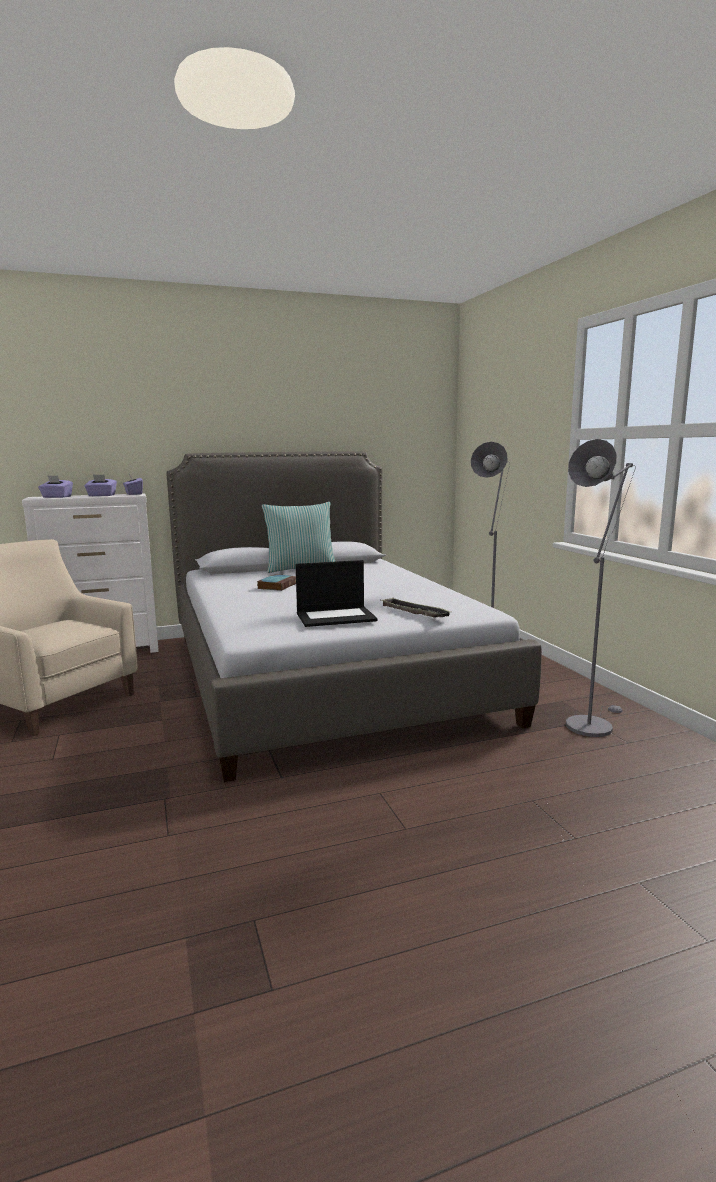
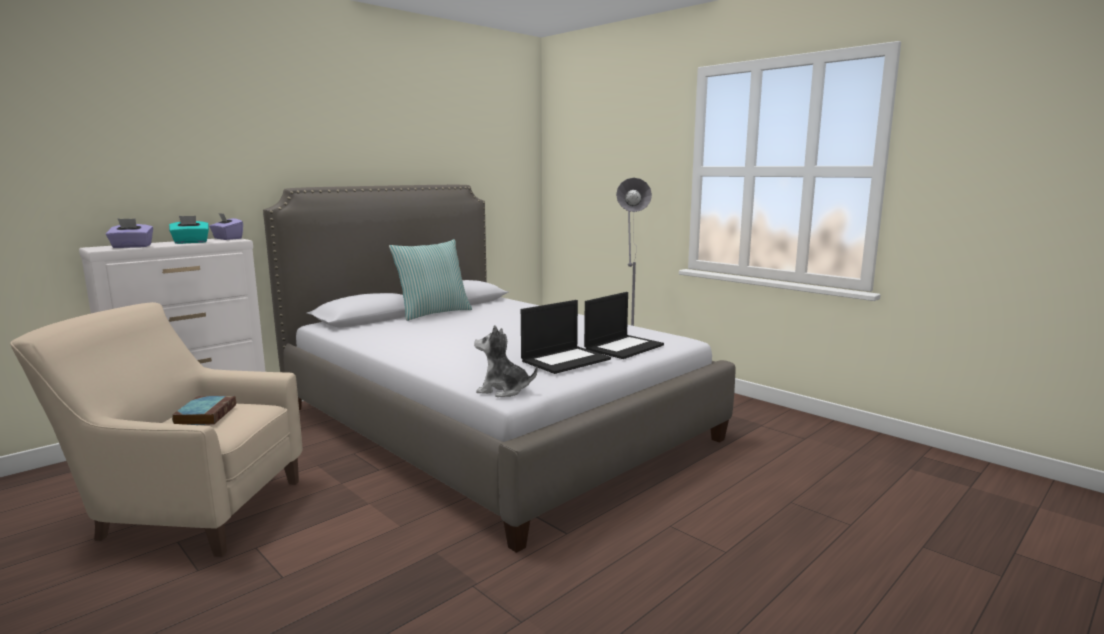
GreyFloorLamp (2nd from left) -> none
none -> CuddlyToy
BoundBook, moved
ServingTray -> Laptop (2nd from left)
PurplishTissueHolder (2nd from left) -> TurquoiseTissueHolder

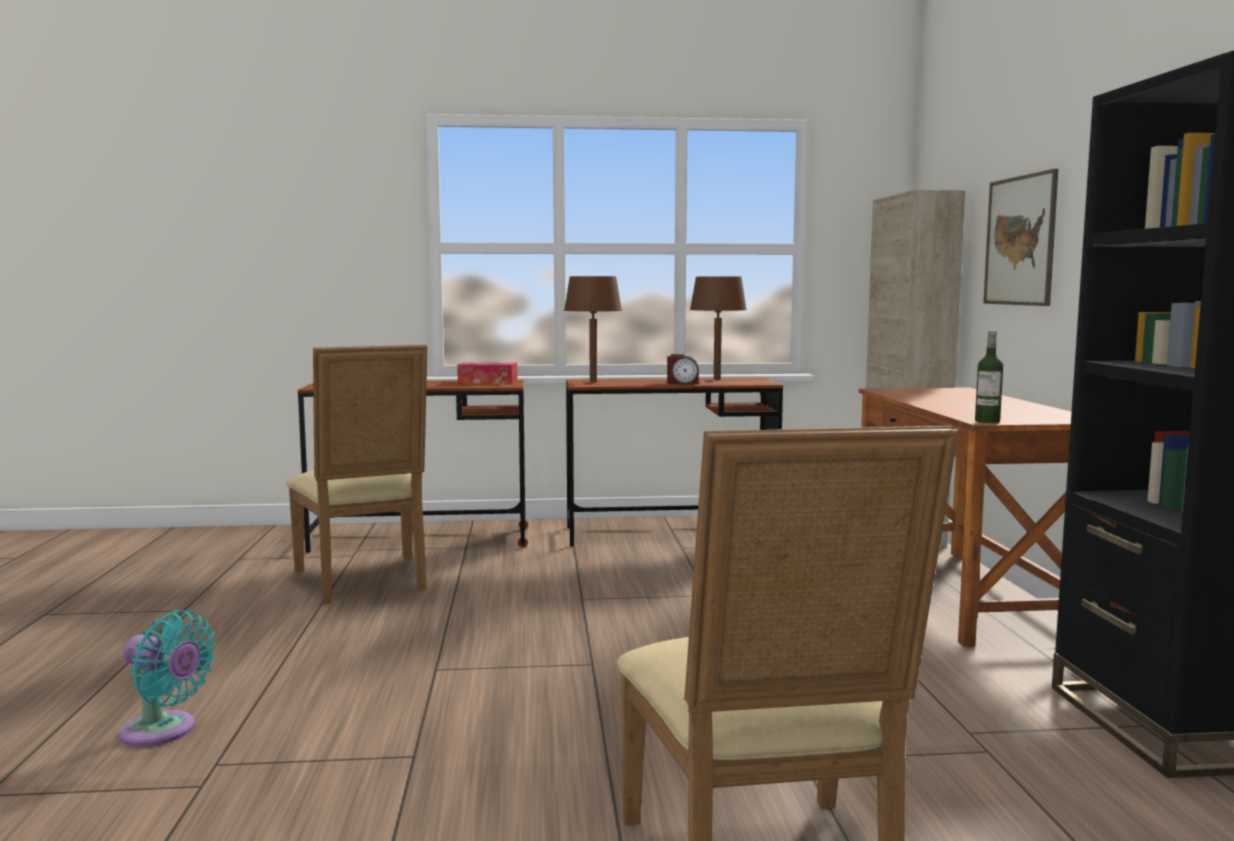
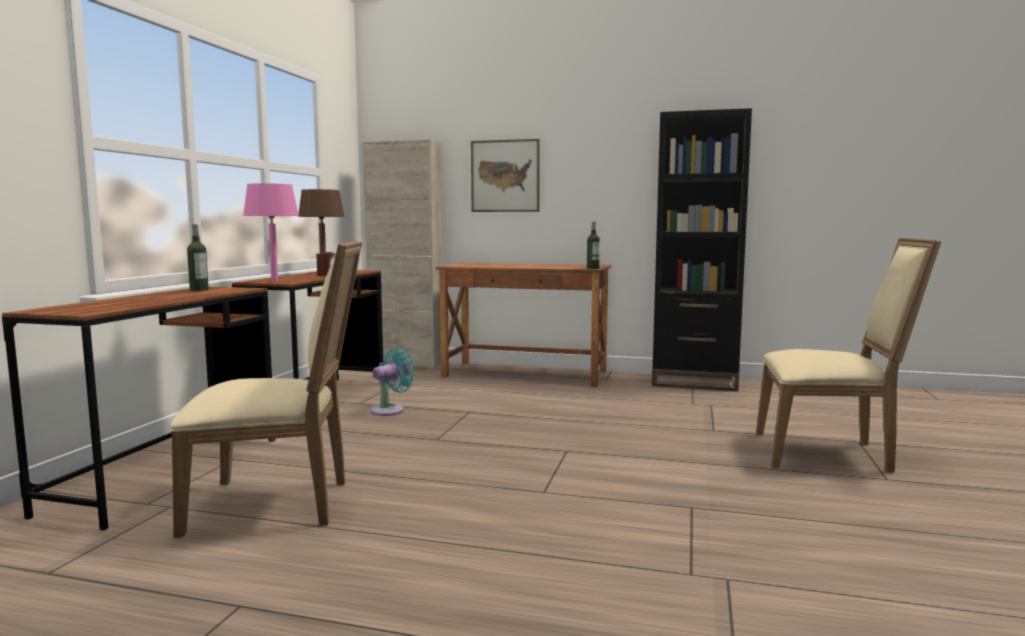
TurquoiseFan, moved
TissueHolder -> DrinkBottle (1st from left)
BrownishLampForATable (1st from left) -> PinkLampForATable

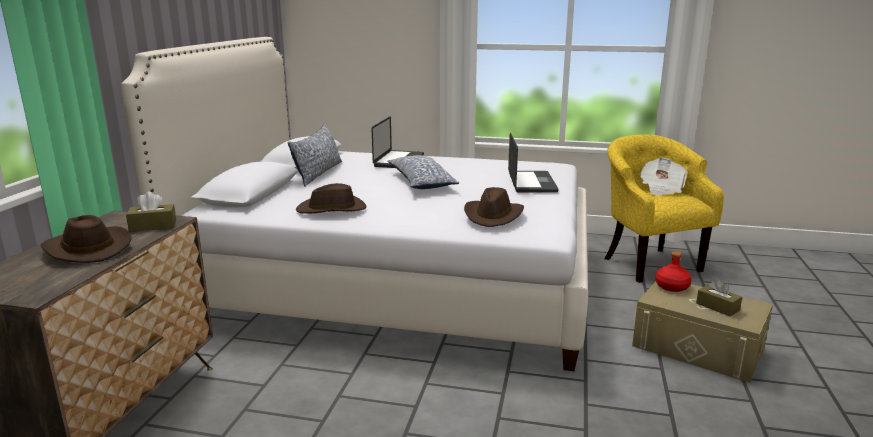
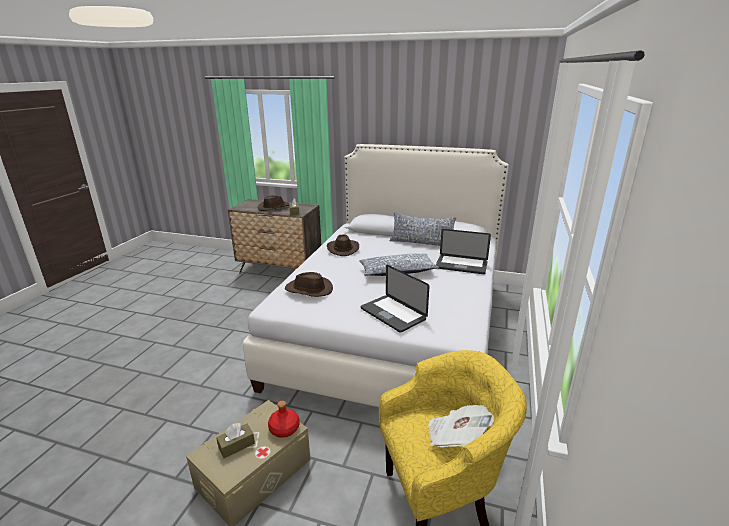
Laptop (2nd from left in the first image) -> Laptop (1st from left), 45 degrees clockwise

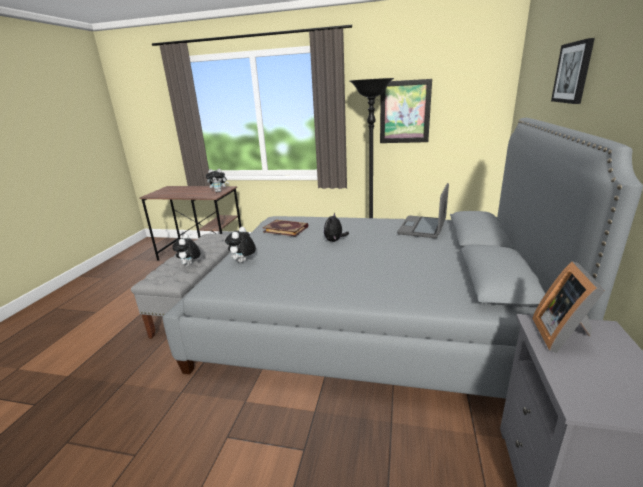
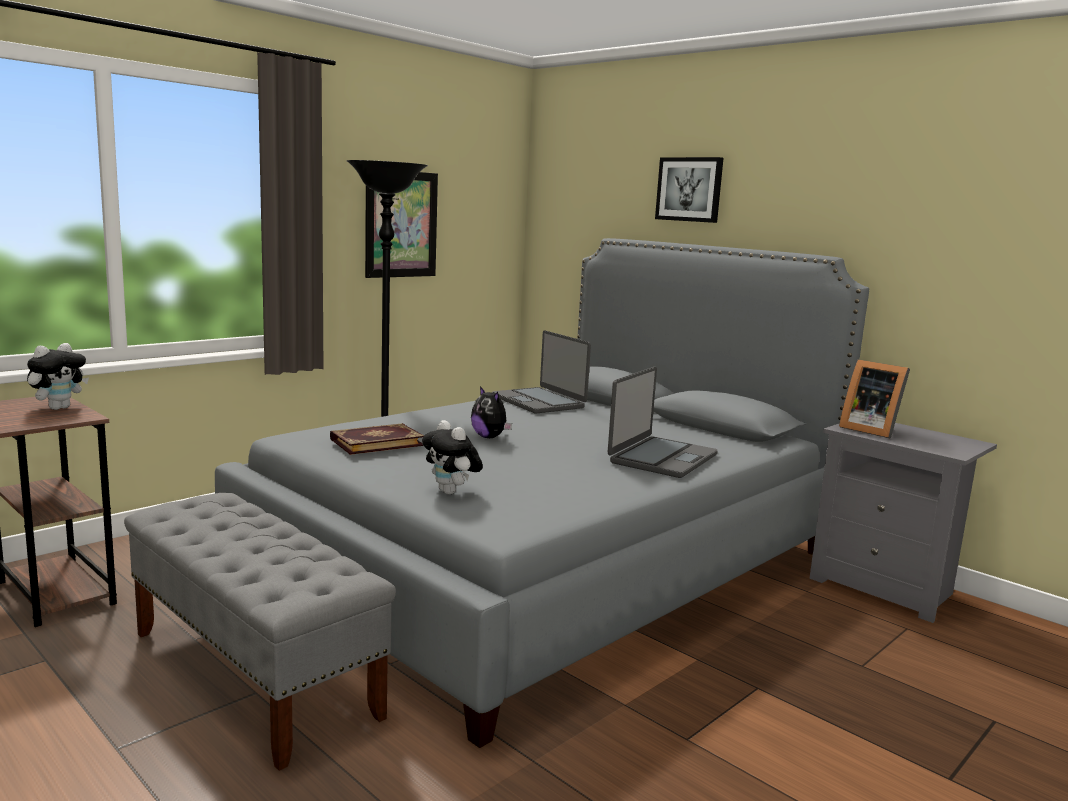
CuddlyToy (1st from left) -> none
none -> Laptop (2nd from left)

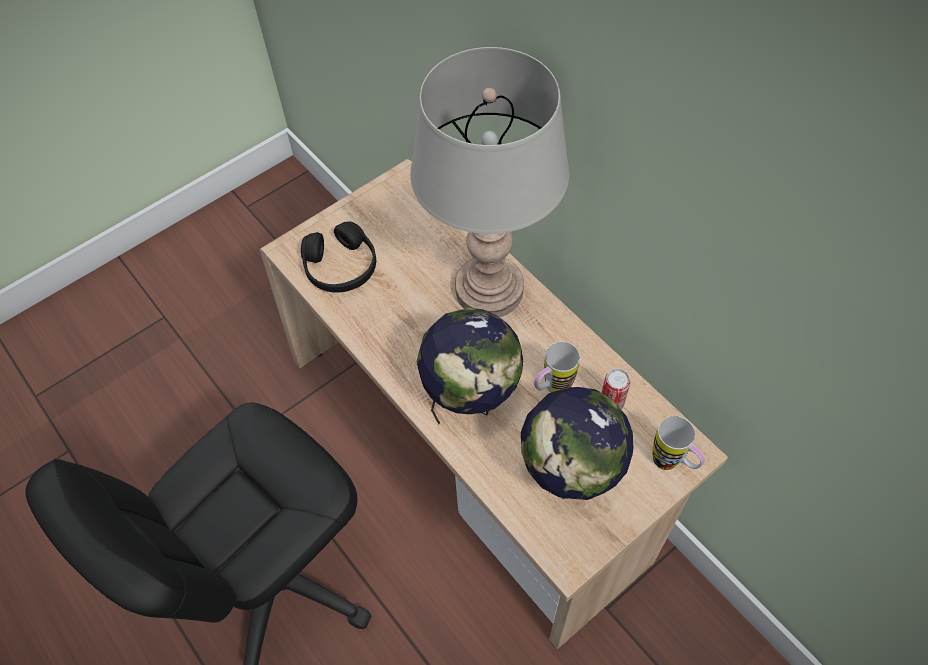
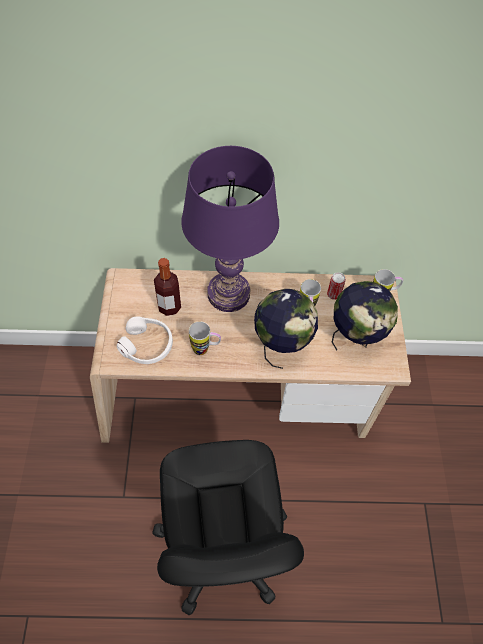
none -> DrinkBottle
none -> TeaMug (1st from left)
BlackishHeadphones -> WhitishHeadphones
GreyLampForATable -> PurplishLampForATable

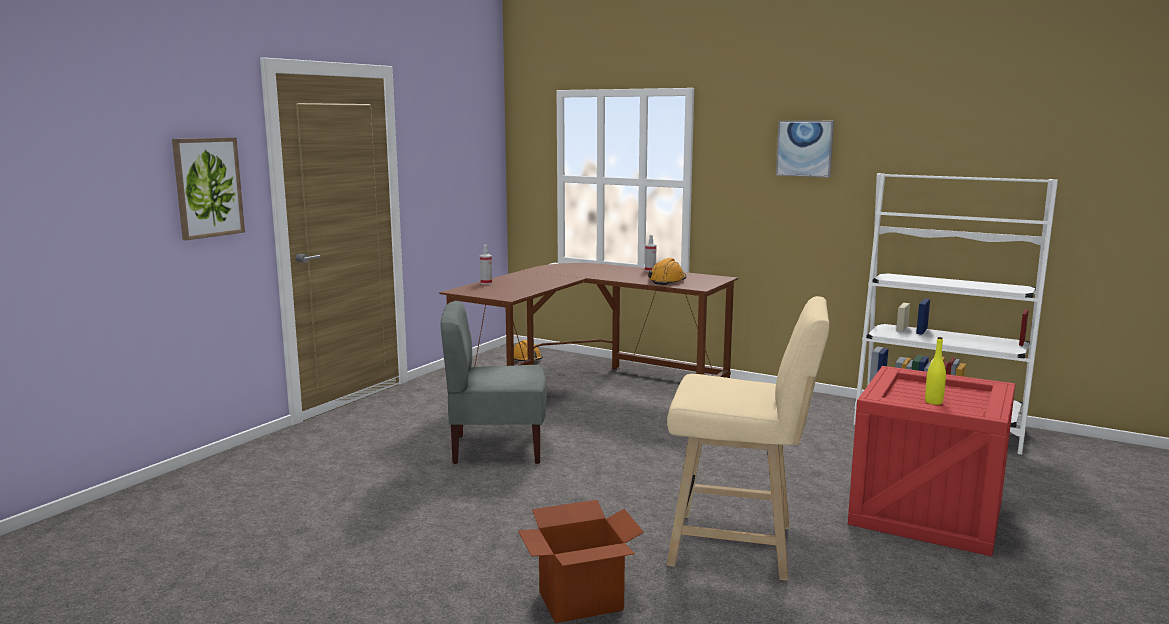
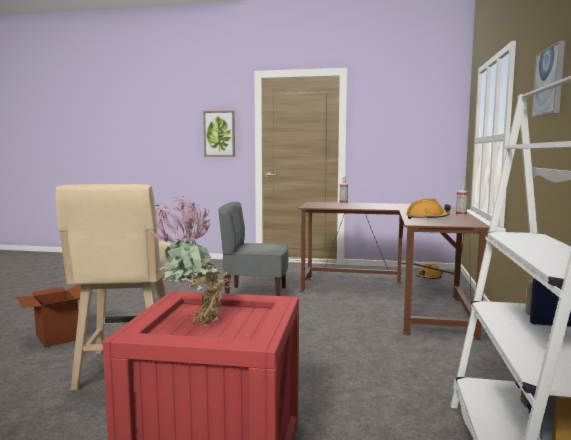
YellowishDrinkBottle -> PlantInAPot
GreyPlainChair, 60 degrees counterclockwise

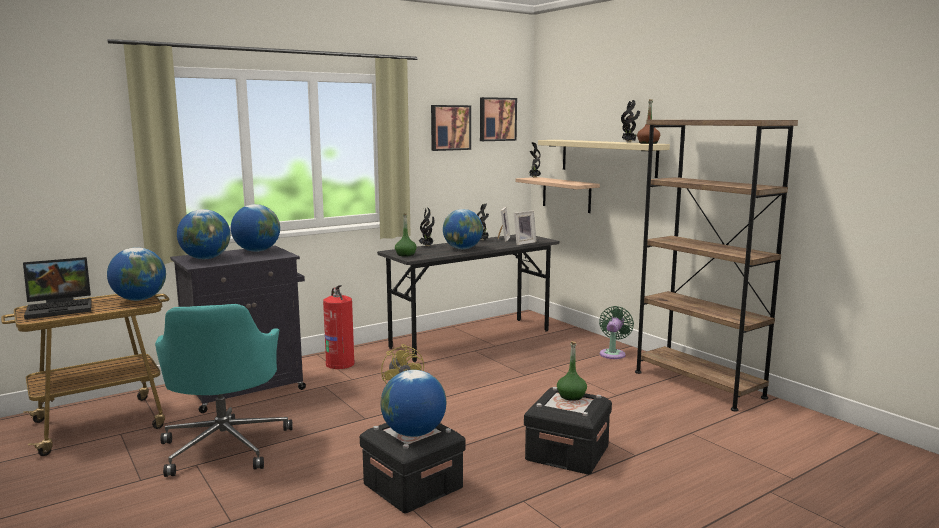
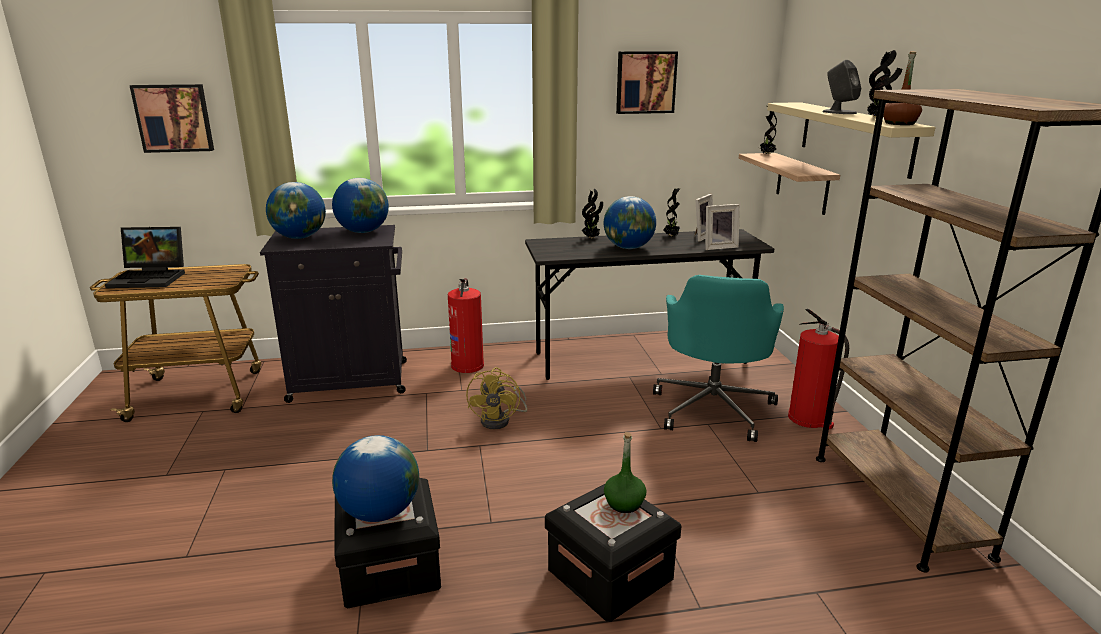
DeskGlobe (1st from left) -> none
GreenColouredDrinkBottle (1st from left) -> none
none -> GreyLoudspeaker
TurquoiseDeskChair, moved
Picture (2nd from left in the first image) -> Picture (1st from left), moved
GreenColouredFan -> Extinguisher (2nd from left)

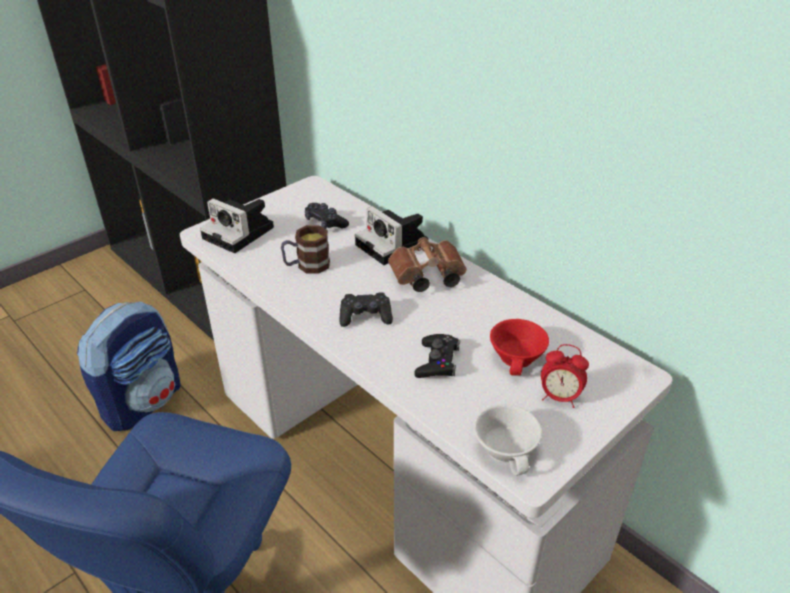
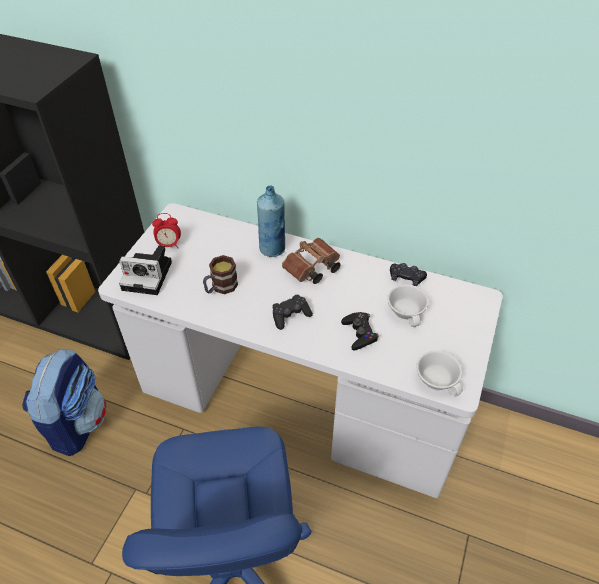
BlackishJoypad (1st from left in the first image) -> BlackishJoypad (3rd from left), moved
BedsideClock, moved
PhotoCamera (2nd from left) -> BlueColouredDrinkBottle
RedCup -> WhitishCup (1st from left)

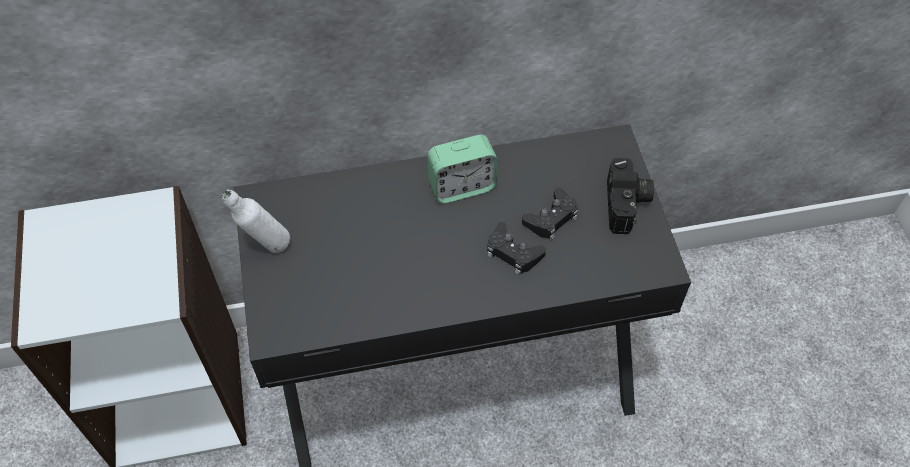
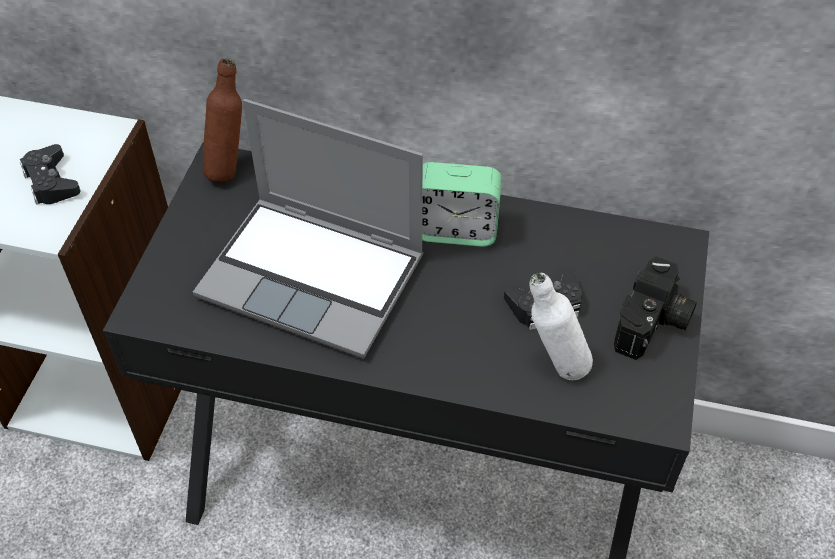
none -> Laptop
none -> BrownishDrinkBottle
WhitishDrinkBottle, moved
BlackishJoypad (1st from left), moved

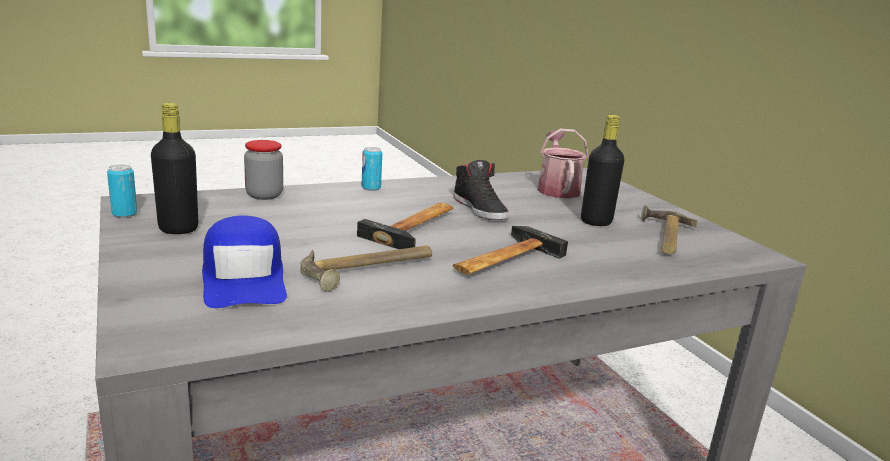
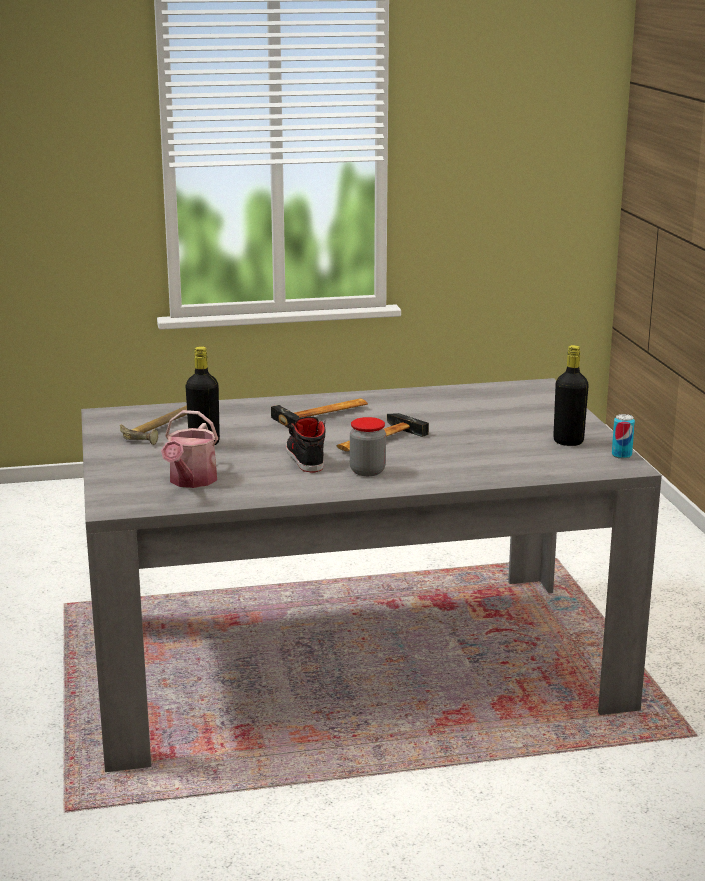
BlueColouredCap -> none
Hammer (1st from left) -> none
SealedCan (2nd from left) -> none
StorageJar, moved

